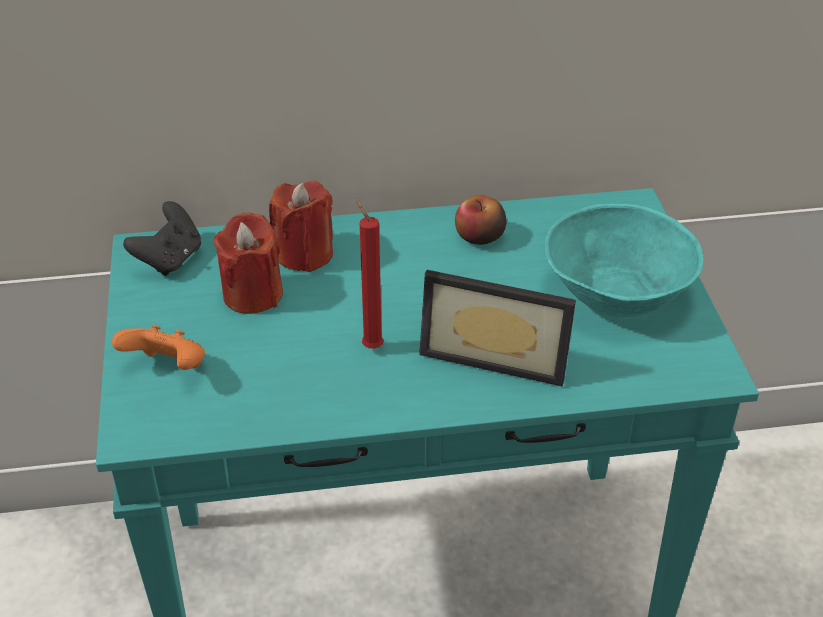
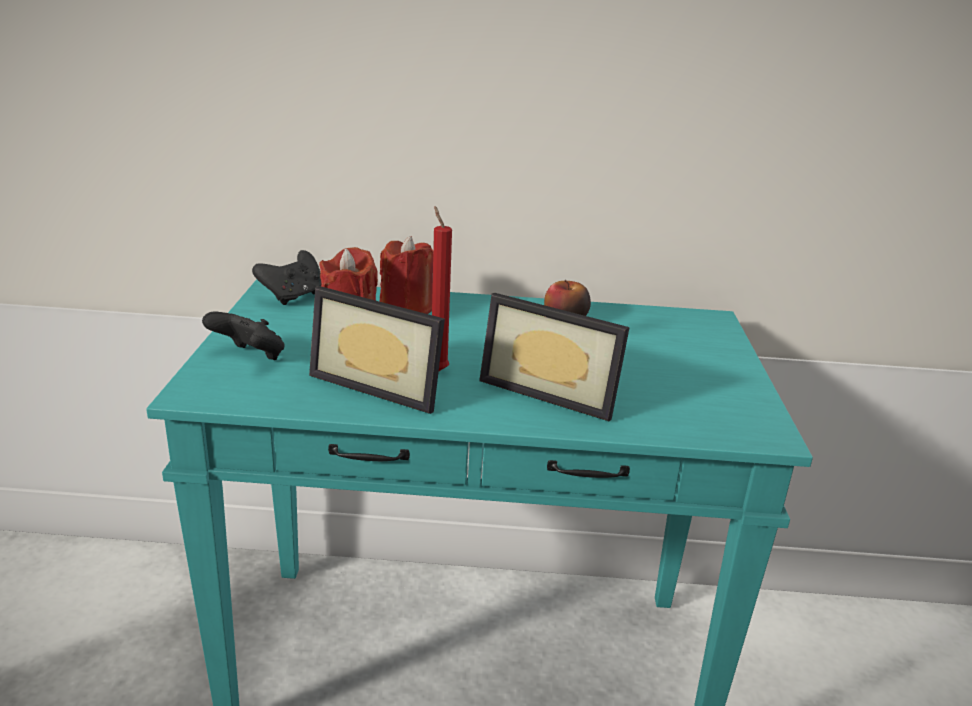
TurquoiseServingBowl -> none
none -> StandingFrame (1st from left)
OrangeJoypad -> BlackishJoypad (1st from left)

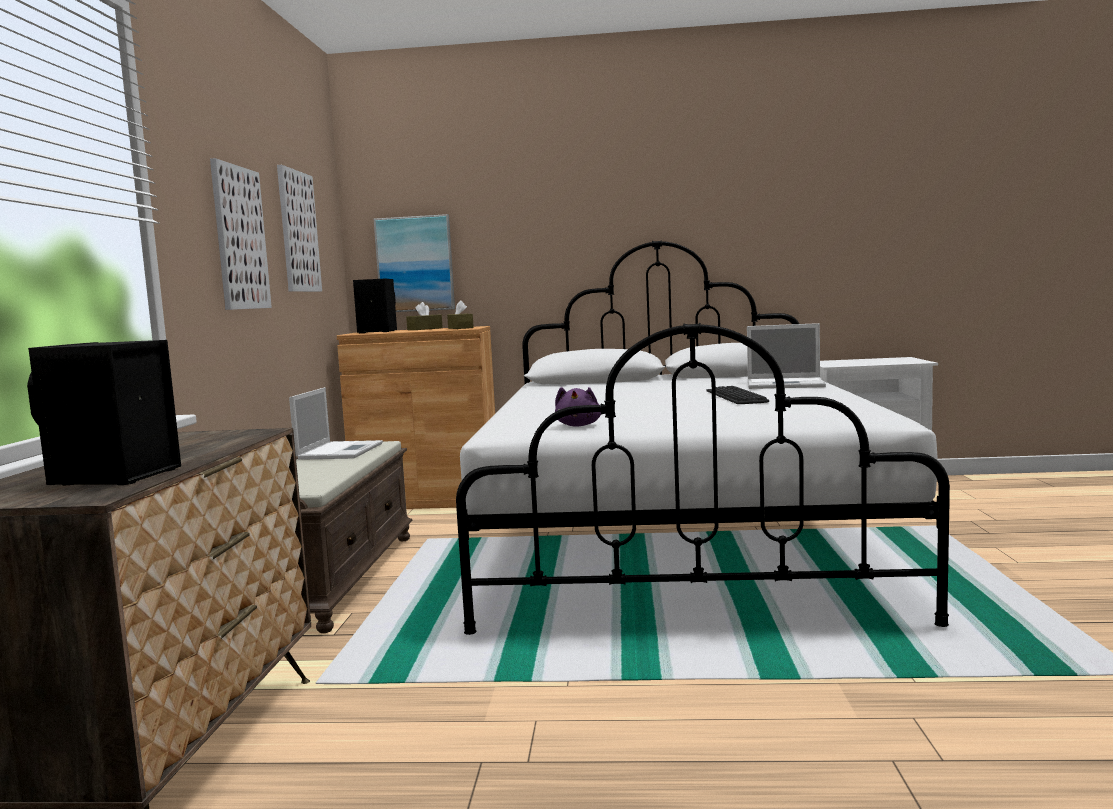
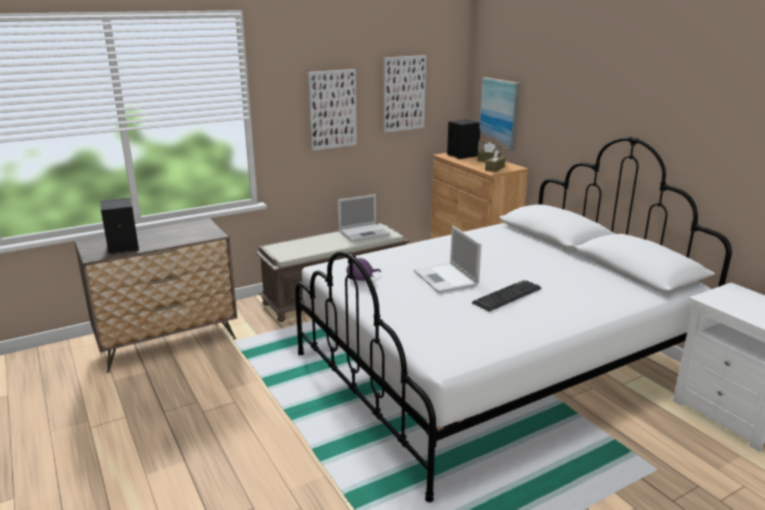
Laptop (2nd from left), moved

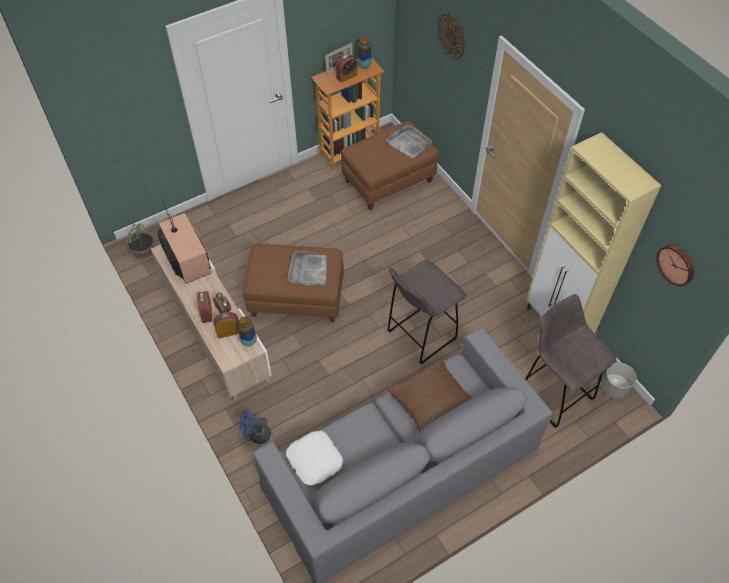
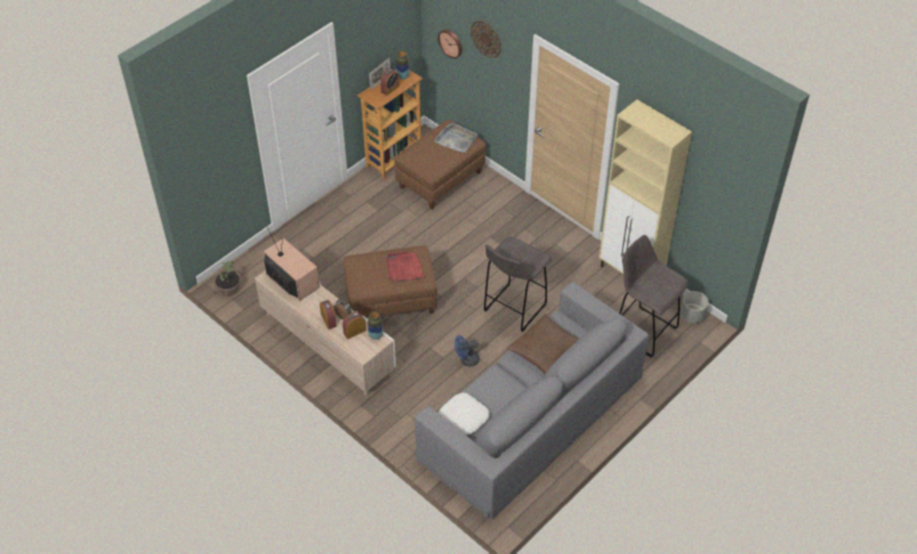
BlueColouredFan, moved
HangingClock (2nd from left in the first image) -> HangingClock (1st from left), moved
GreyServingTray (1st from left) -> RedServingTray

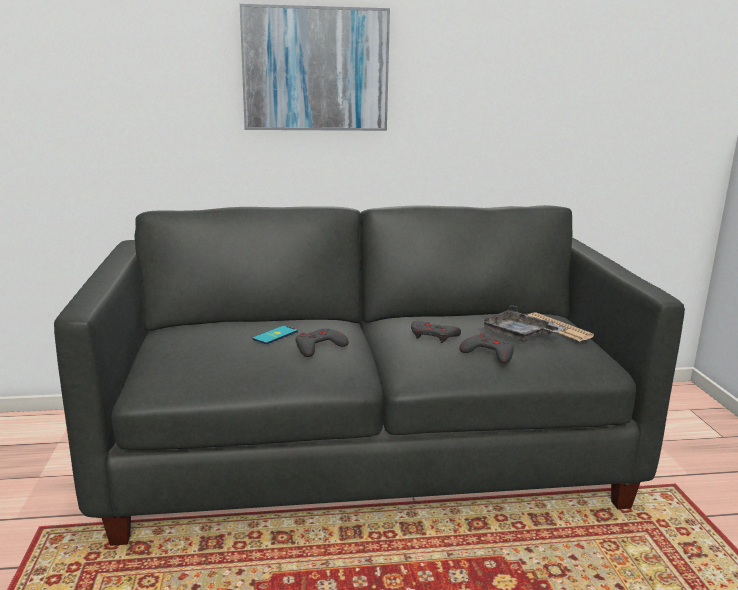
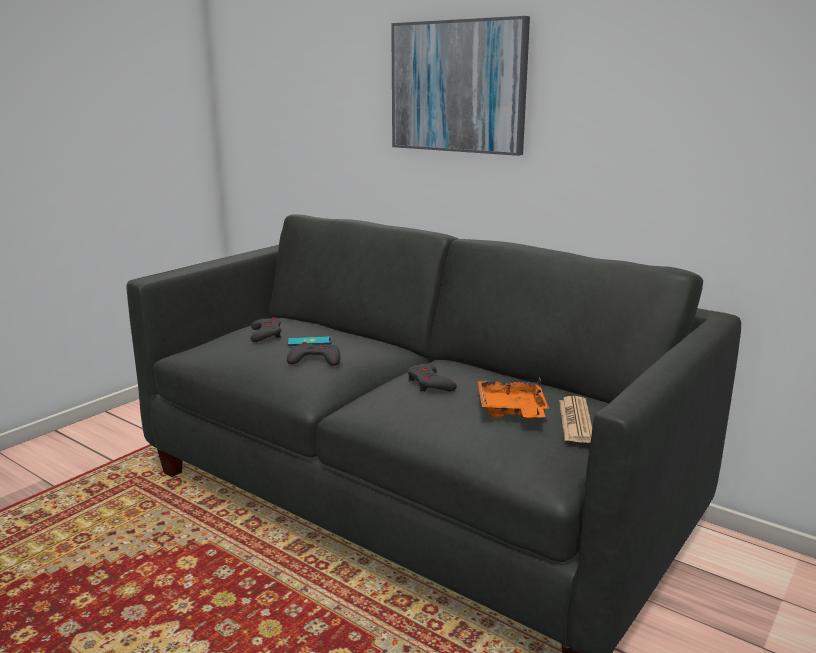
GreyJoypad (3rd from left in the first image) -> GreyJoypad (1st from left), moved
GreyServingTray -> OrangeServingTray

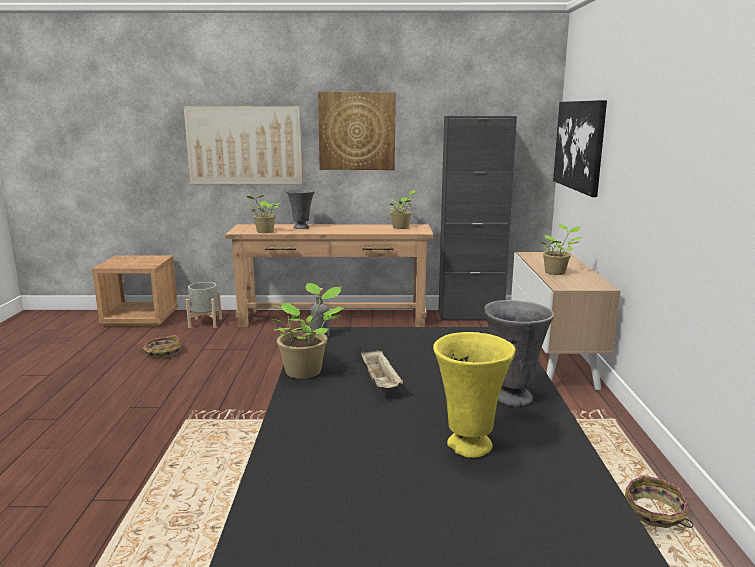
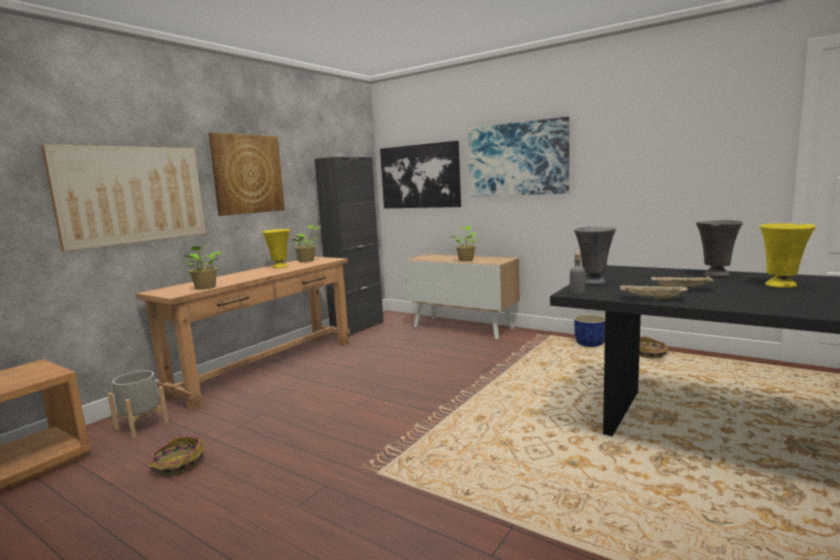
none -> YellowishFlowerVase (1st from left)
none -> Picture (4th from left)
none -> BlueColouredPlanter
GreyFlowerVase (1st from left), moved
PlantInAPot (2nd from left) -> SandColouredServingTray (1st from left)

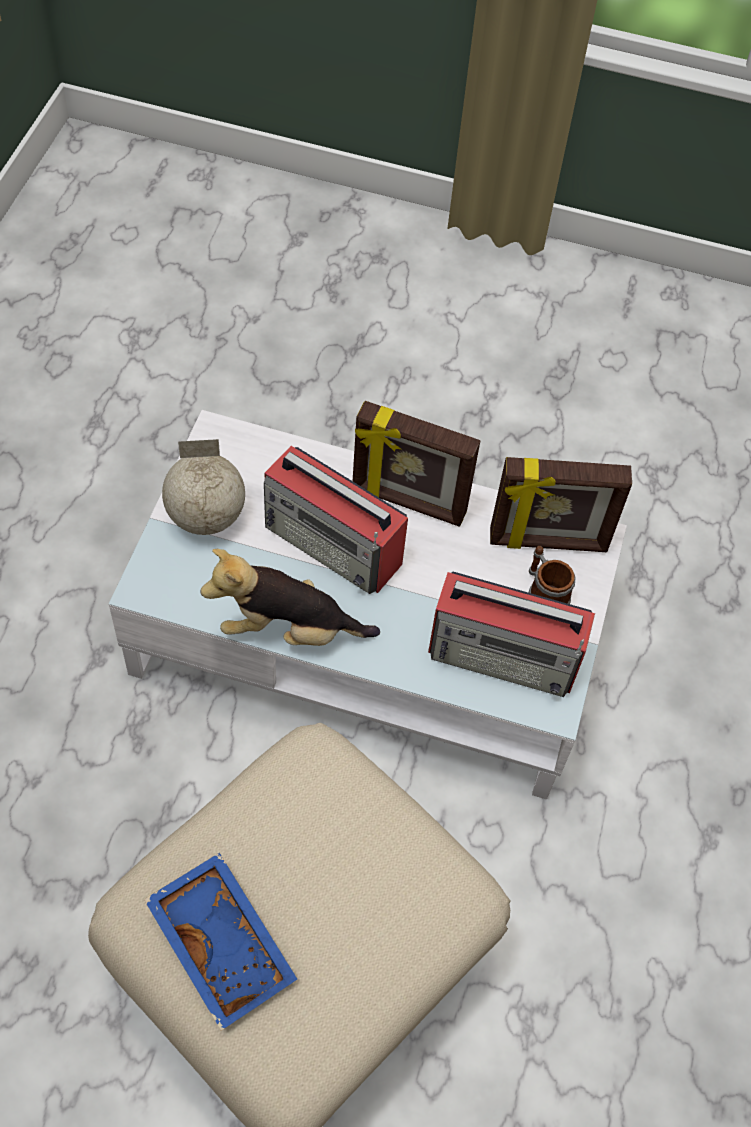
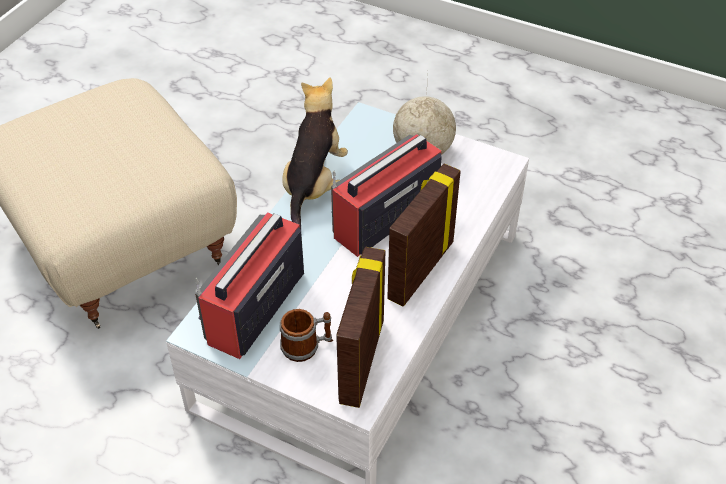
BlueColouredServingTray -> none

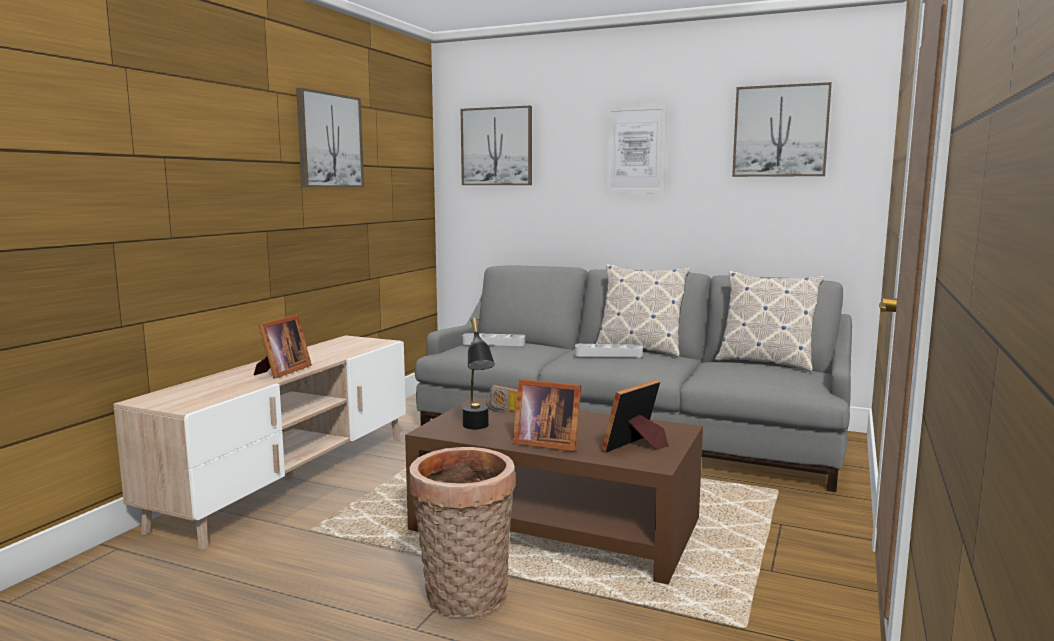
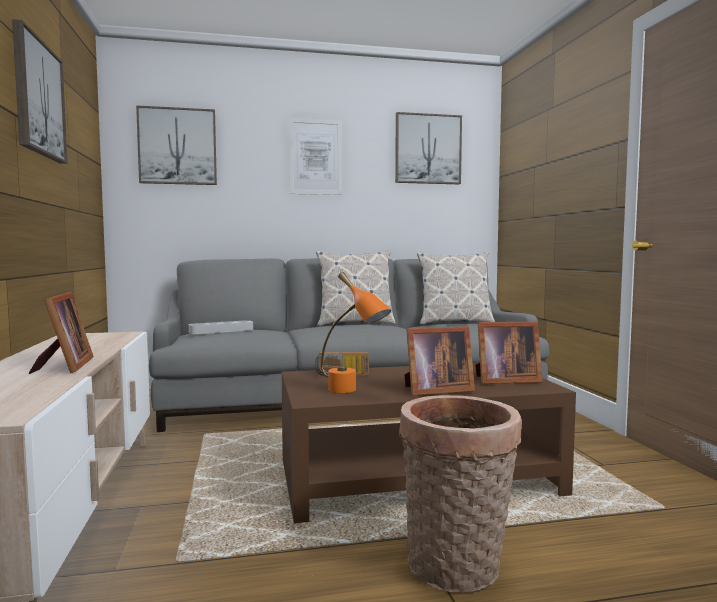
GreyServingTray (2nd from left) -> none
BlackishLampForATable -> OrangeLampForATable
StandingFrame (3rd from left), 105 degrees counterclockwise

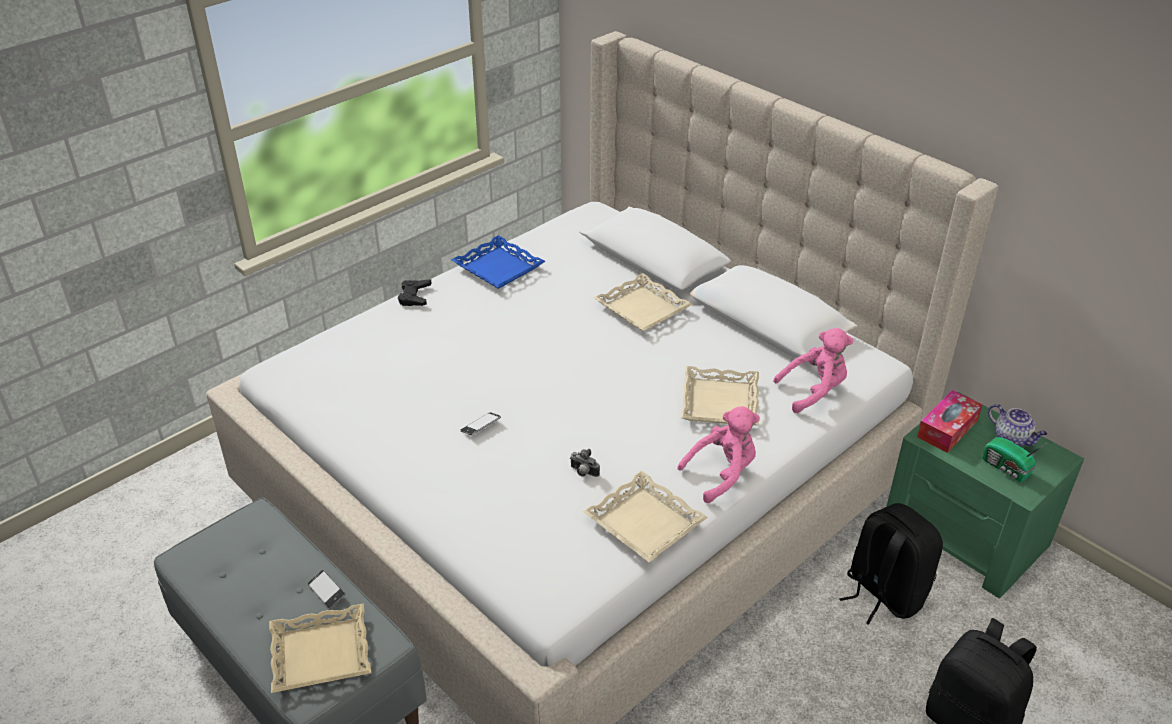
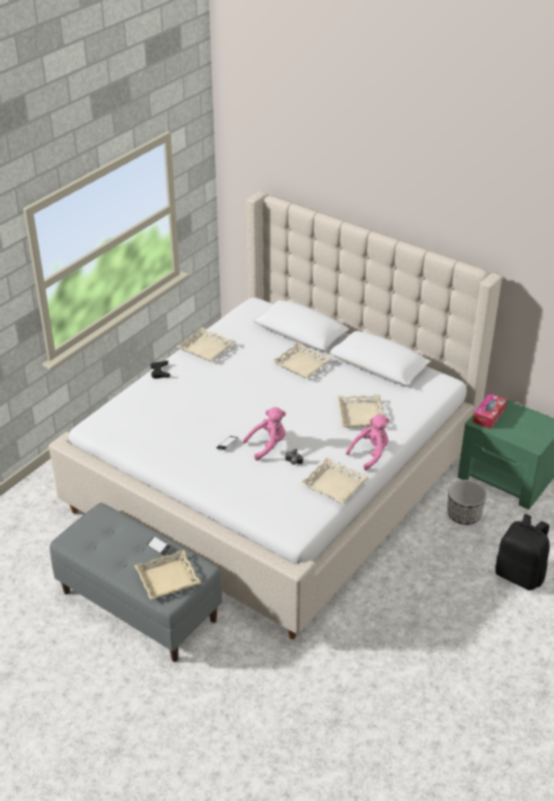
Radio -> none
TeaPot -> none
PinkCuddlyToy (2nd from left in the first image) -> PinkCuddlyToy (1st from left), moved
BlackishKnapsack (1st from left) -> Planter
BlueColouredServingTray -> SandColouredServingTray (2nd from left)

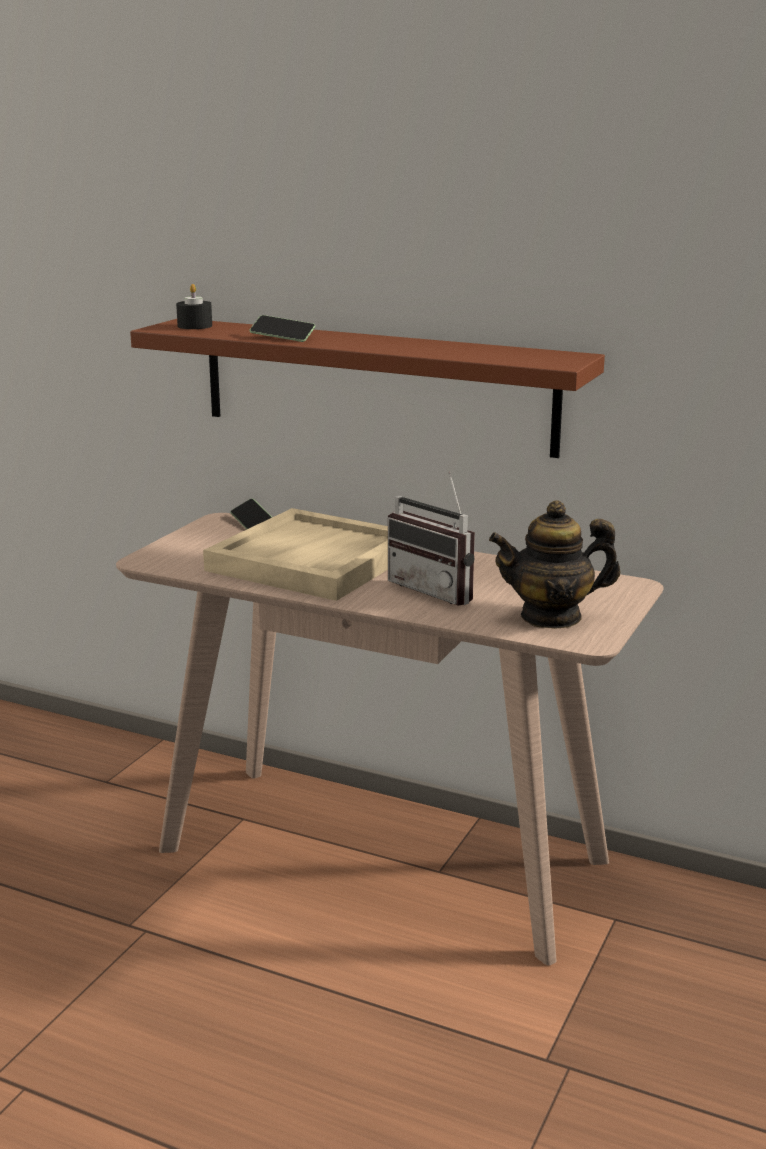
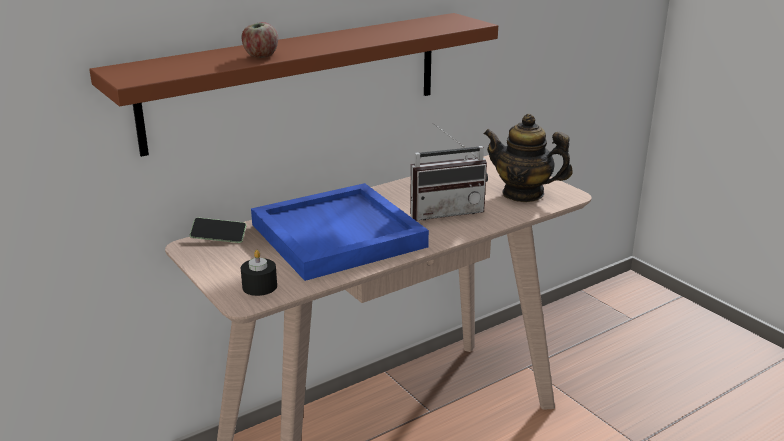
BlackishWaxCandle, moved
Telephone (2nd from left) -> WholeApple
SandColouredServingTray -> BlueColouredServingTray
TeaPot, 90 degrees clockwise

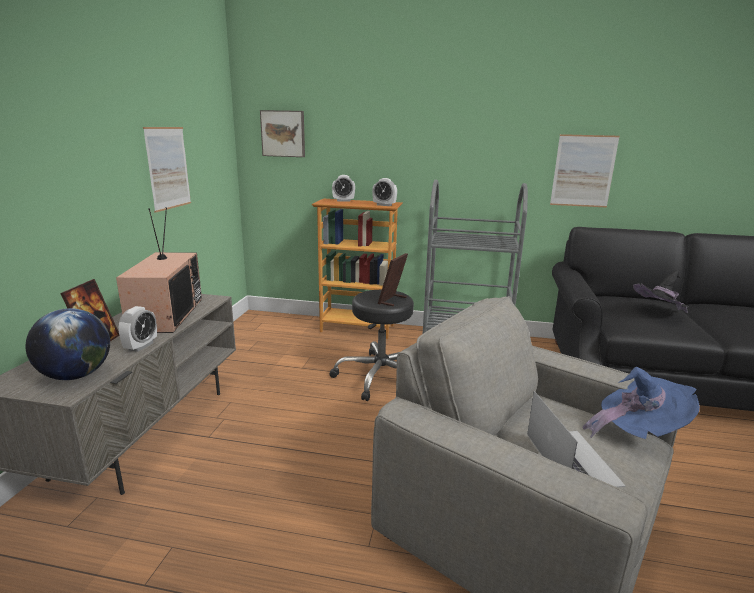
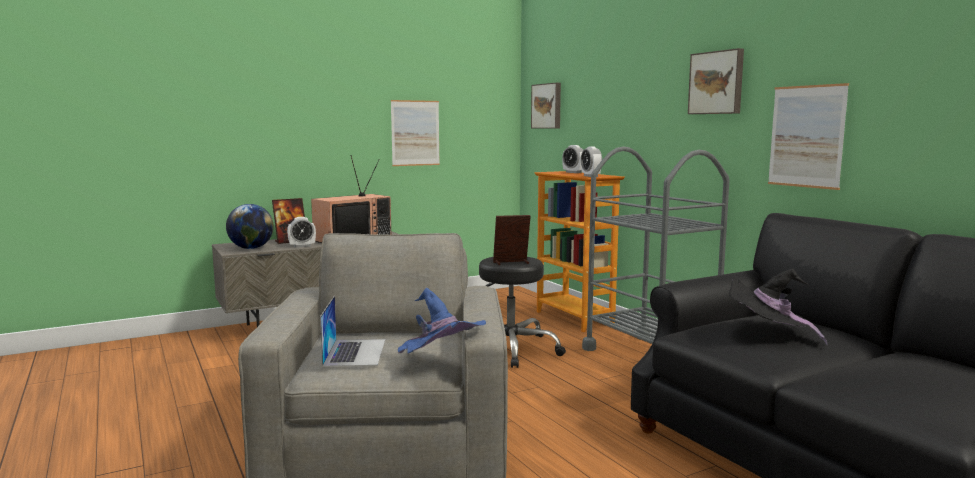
none -> Picture (3rd from left)
Laptop, 45 degrees counterclockwise

